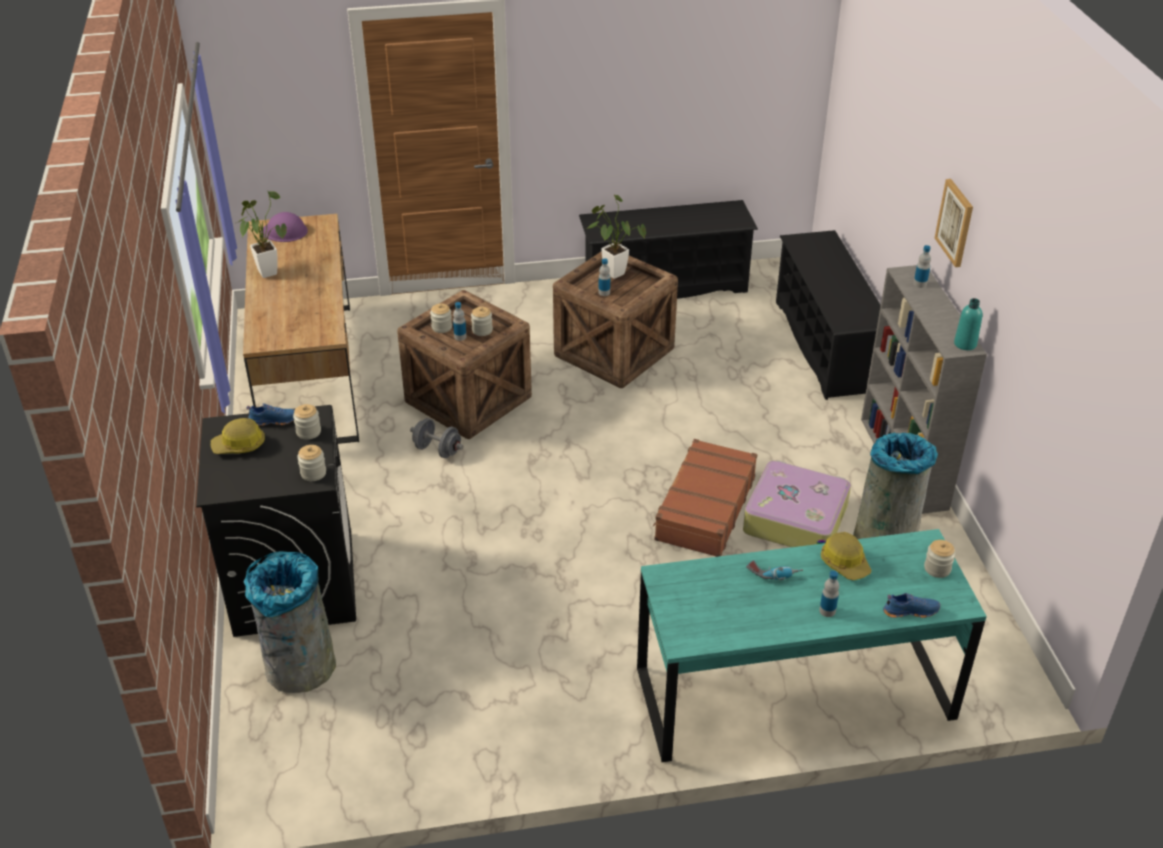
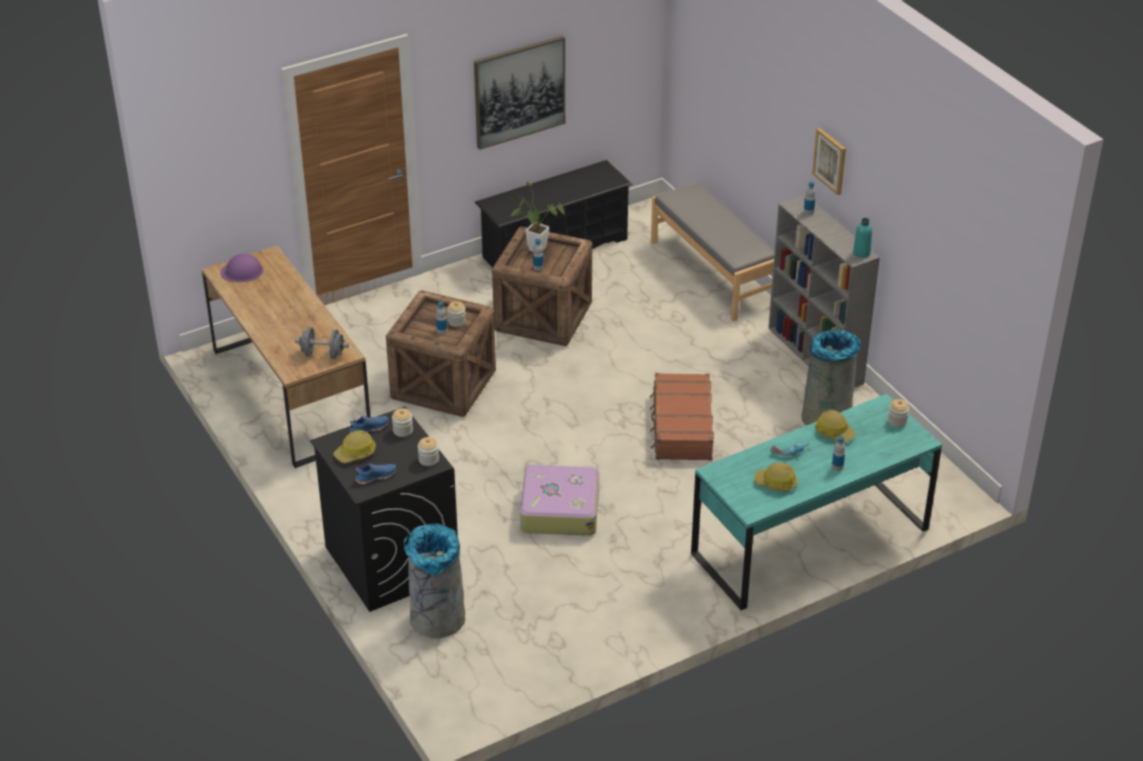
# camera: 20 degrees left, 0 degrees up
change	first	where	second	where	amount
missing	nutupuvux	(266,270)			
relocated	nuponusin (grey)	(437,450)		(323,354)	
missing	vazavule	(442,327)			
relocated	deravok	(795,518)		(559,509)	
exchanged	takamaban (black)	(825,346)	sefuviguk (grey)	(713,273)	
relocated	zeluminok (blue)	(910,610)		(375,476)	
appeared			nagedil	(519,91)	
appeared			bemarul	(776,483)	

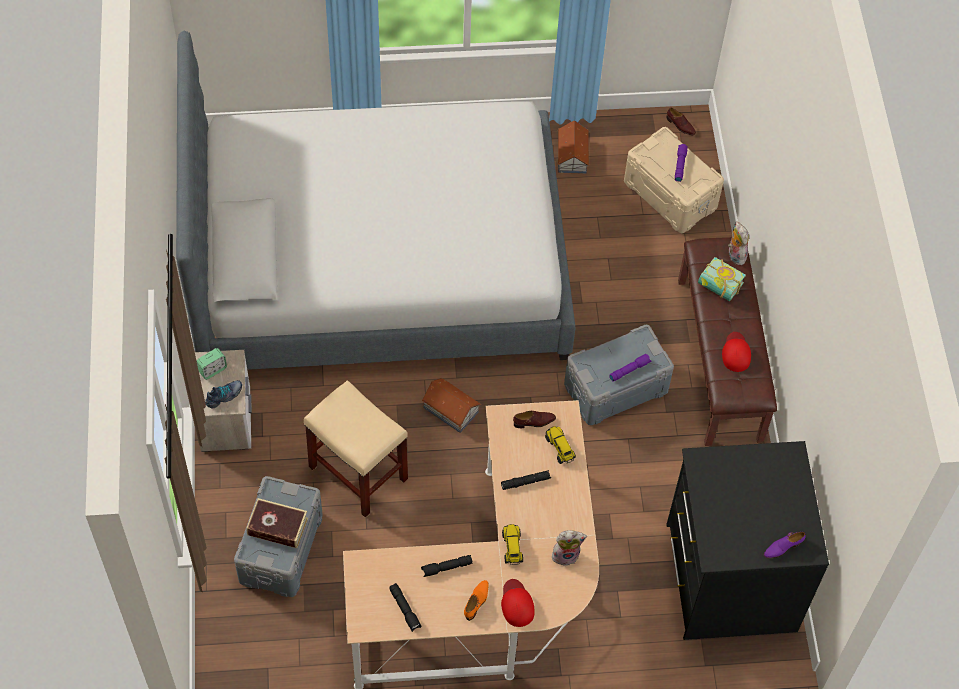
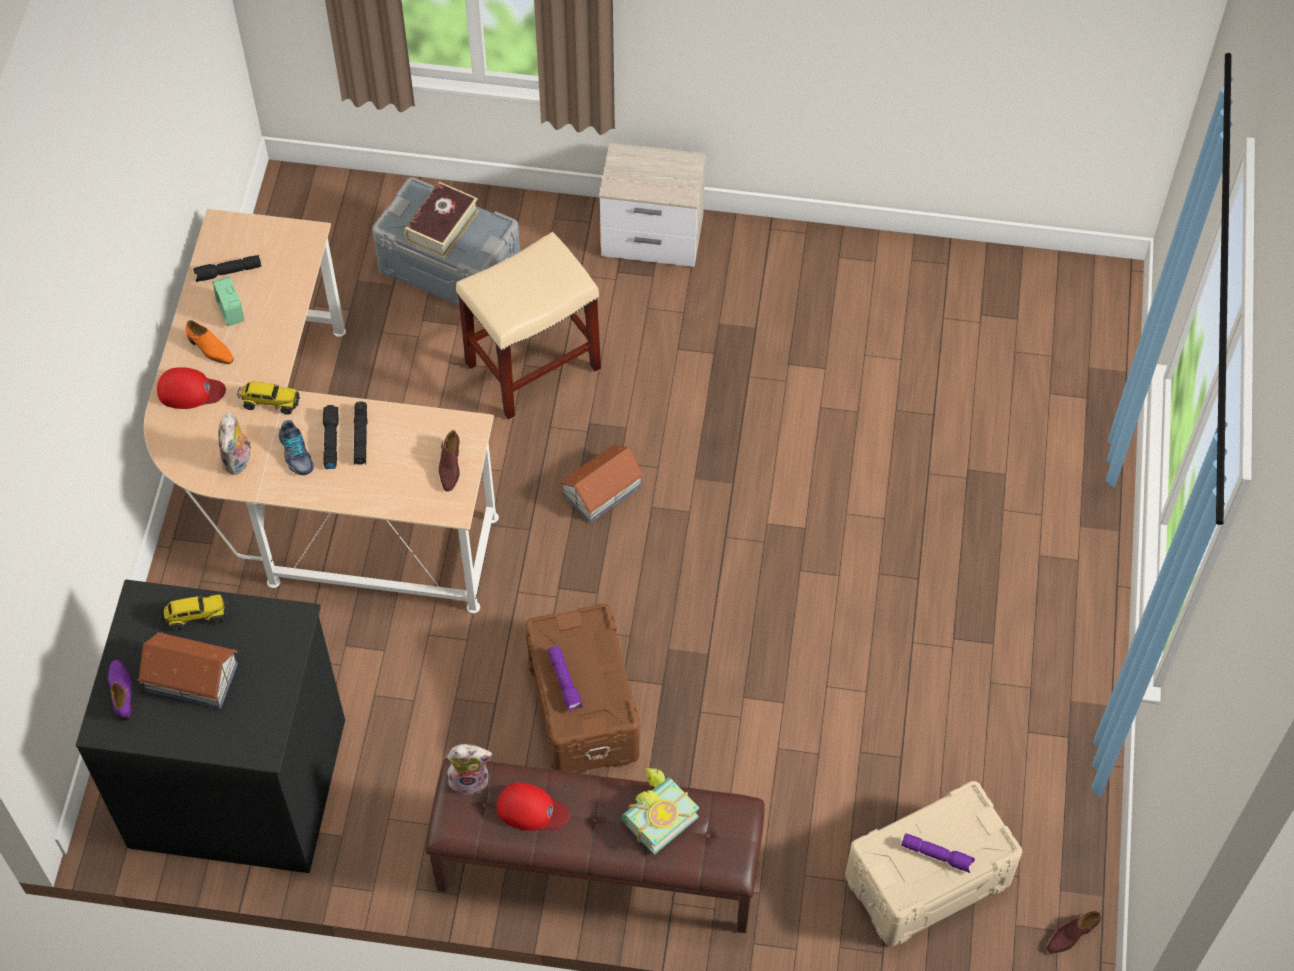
# camera: 105 degrees right, 0 degrees up
change	first	where	second	where	amount
missing	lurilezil	(379,263)			
relocated	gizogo	(212,370)		(231,311)	
relocated	zeluminok	(224,396)		(296,454)	
relocated	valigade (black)	(446,568)		(330,440)	
relocated	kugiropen	(560,448)		(196,616)	
relocated	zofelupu	(572,156)		(191,676)	
colour	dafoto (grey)	(616,389)	dafoto (brown)	(581,708)	
relocated	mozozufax	(735,255)		(470,778)	

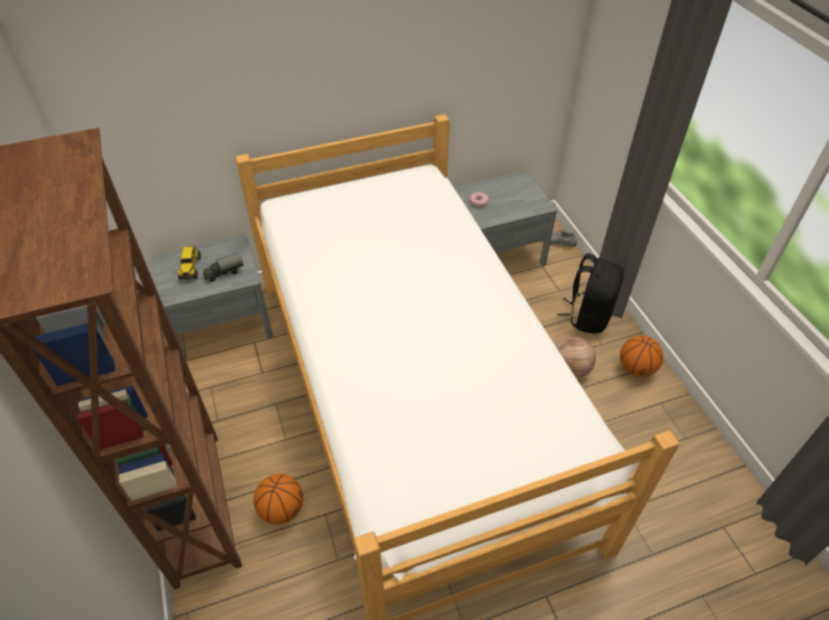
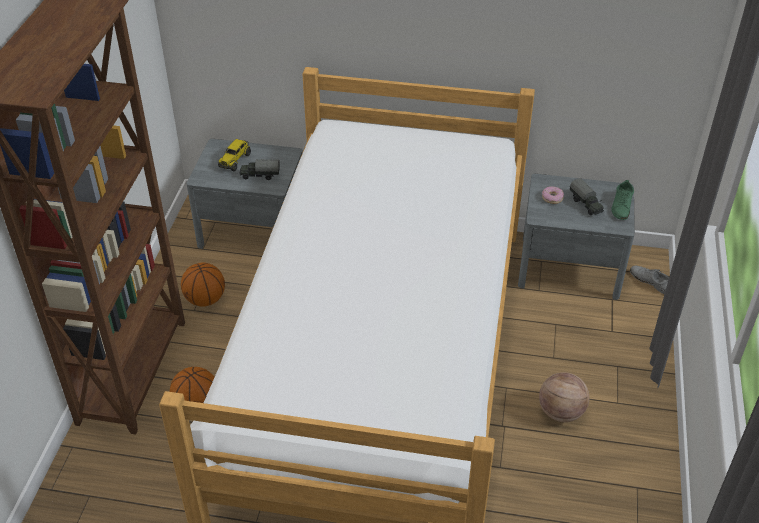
# camera: 30 degrees right, 5 degrees down
change	first	where	second	where	amount
missing	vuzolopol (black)	(587,316)			
relocated	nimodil	(636,368)		(205,300)	
appeared			kugiropen	(586,204)	
appeared			zeluminok (green)	(621,206)	

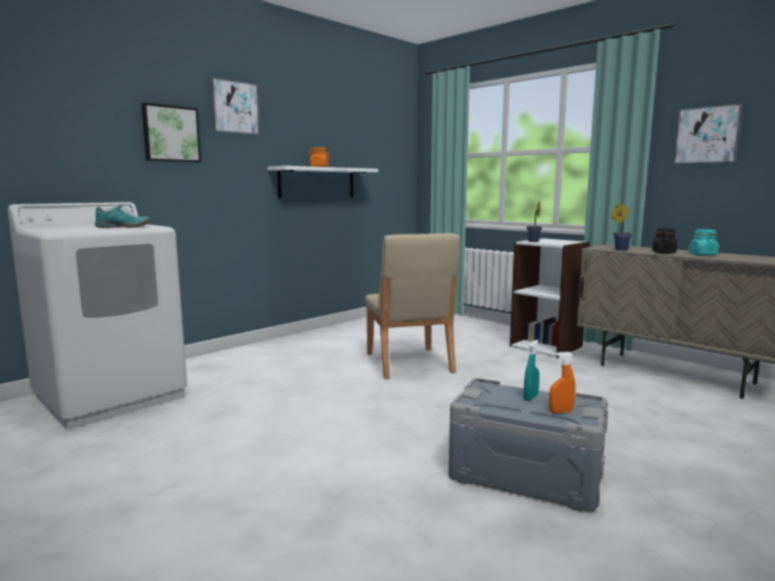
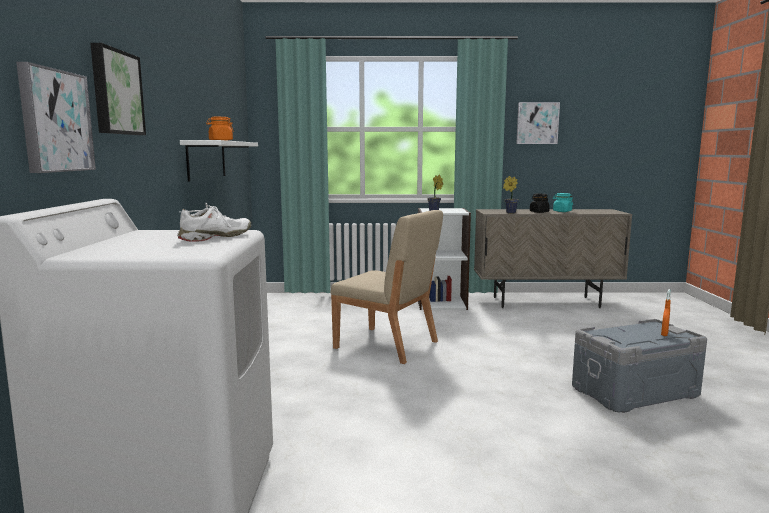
# camera: 45 degrees left, 0 degrees up
change	first	where	second	where	amount
colour	zeluminok (turquoise)	(122,227)	zeluminok (white)	(216,237)	
relocated	nagedil	(234,107)		(54,121)	
missing	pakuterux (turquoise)	(530,397)			

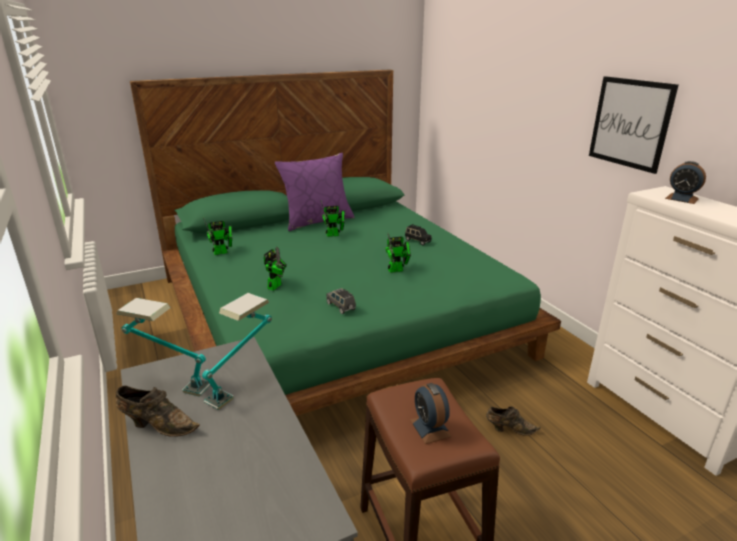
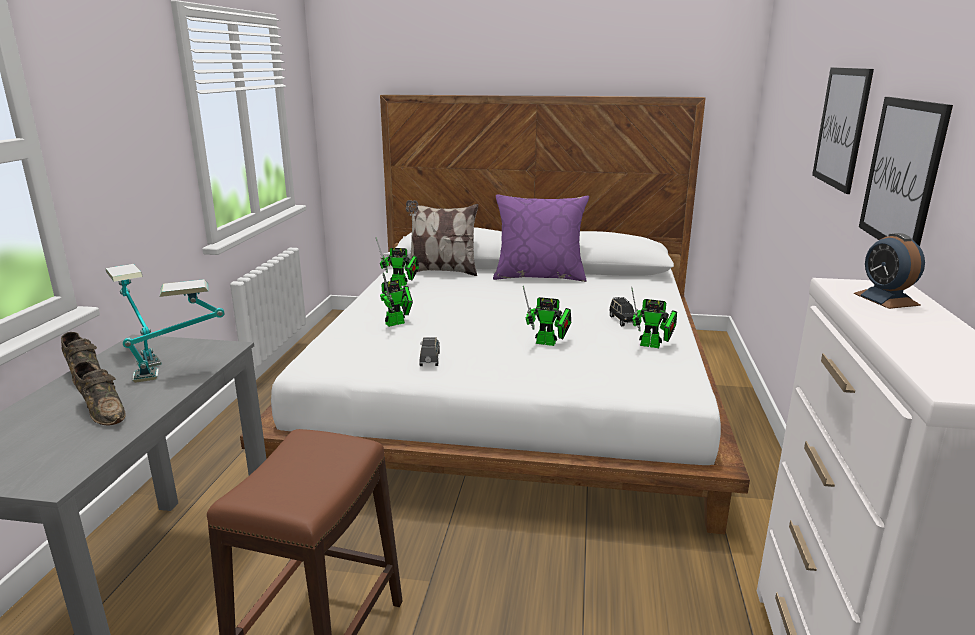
# camera: 35 degrees right, 5 degrees down
change	first	where	second	where	amount
colour	lurilezil (green)	(334,314)	lurilezil (white)	(513,392)	
relocated	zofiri	(334,235)		(653,345)	
missing	gizogo	(430,428)			
relocated	zeluminok (brown)	(509,429)		(102,411)	
appeared			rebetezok	(442,271)	
appeared			nagedil	(841,127)	

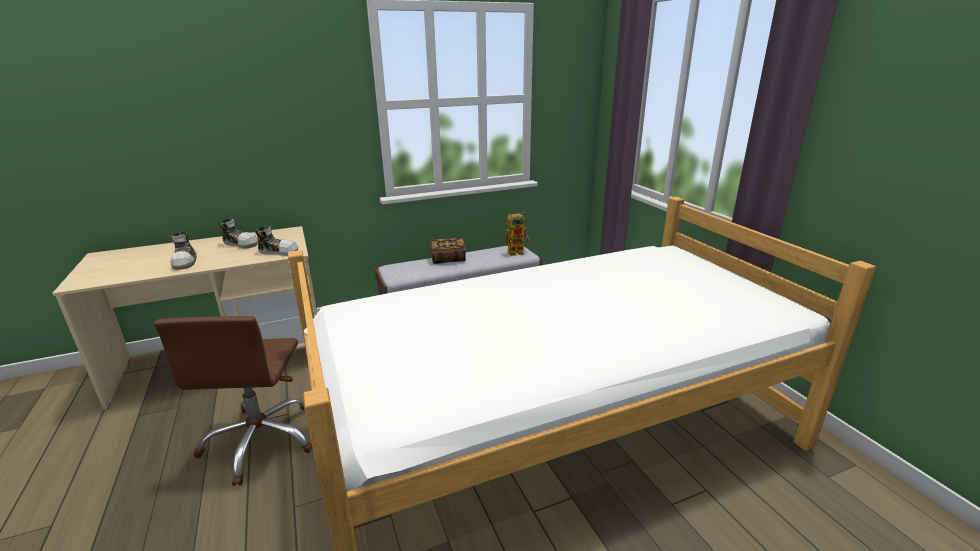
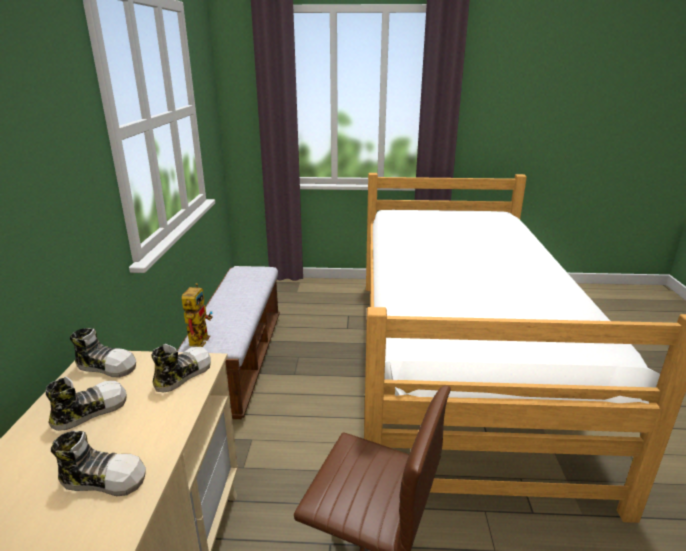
# camera: 65 degrees left, 0 degrees up
change	first	where	second	where	amount
missing	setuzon	(448,258)			
relocated	zofiri	(518,252)		(199,338)	
appeared			zeluminok	(107,366)	

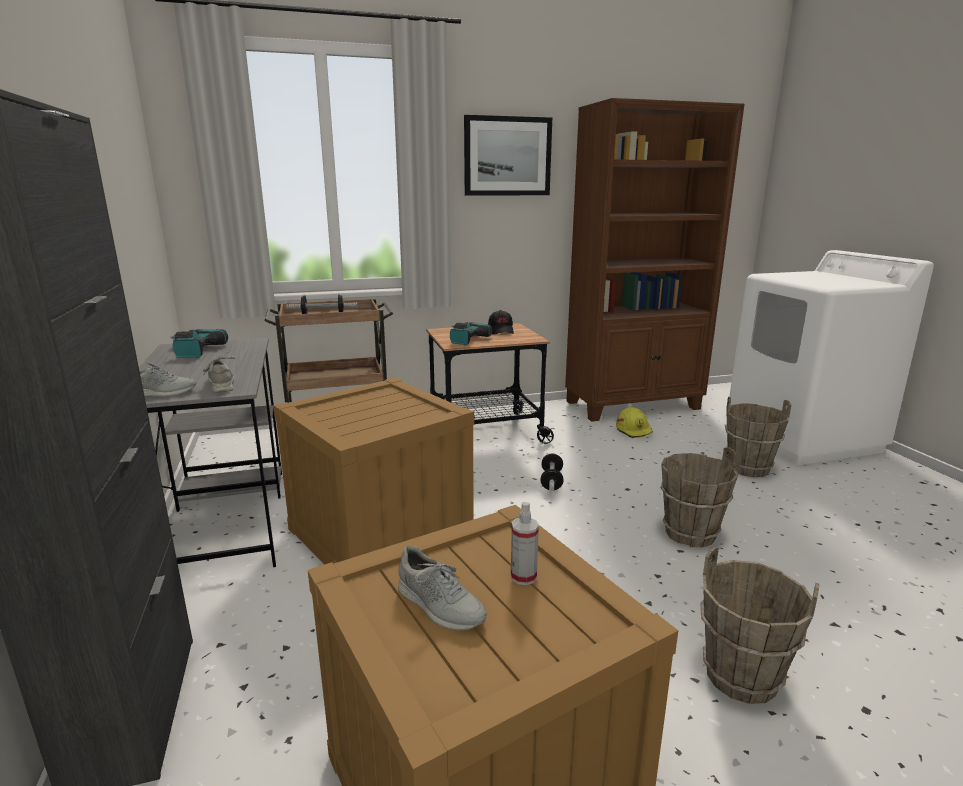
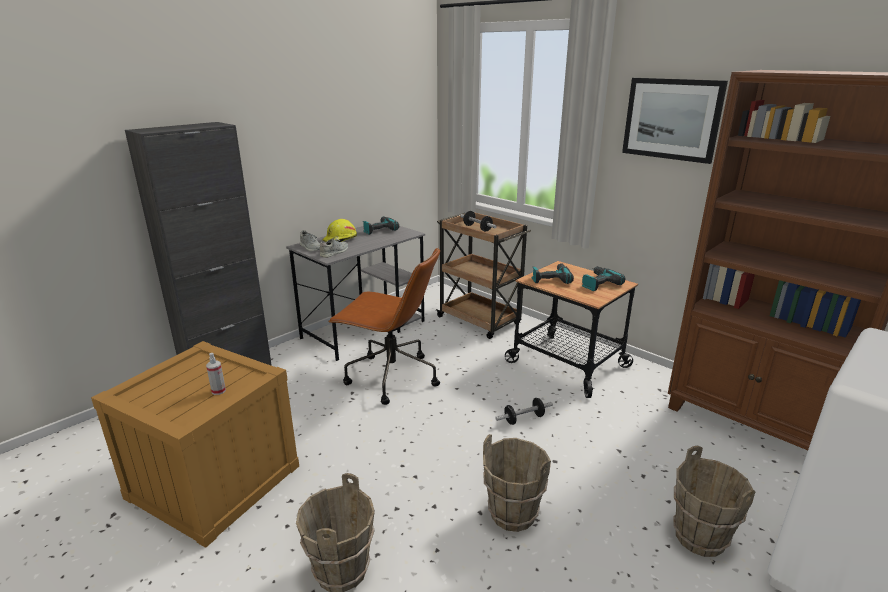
# camera: 60 degrees right, 5 degrees up
change	first	where	second	where	amount
exchanged	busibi	(381,533)	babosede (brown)	(390,377)	
missing	zeluminok (grey)	(440,606)			
exchanged	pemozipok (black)	(501,331)	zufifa	(598,283)	
relocated	bemarul (yellow)	(634,430)		(340,240)	

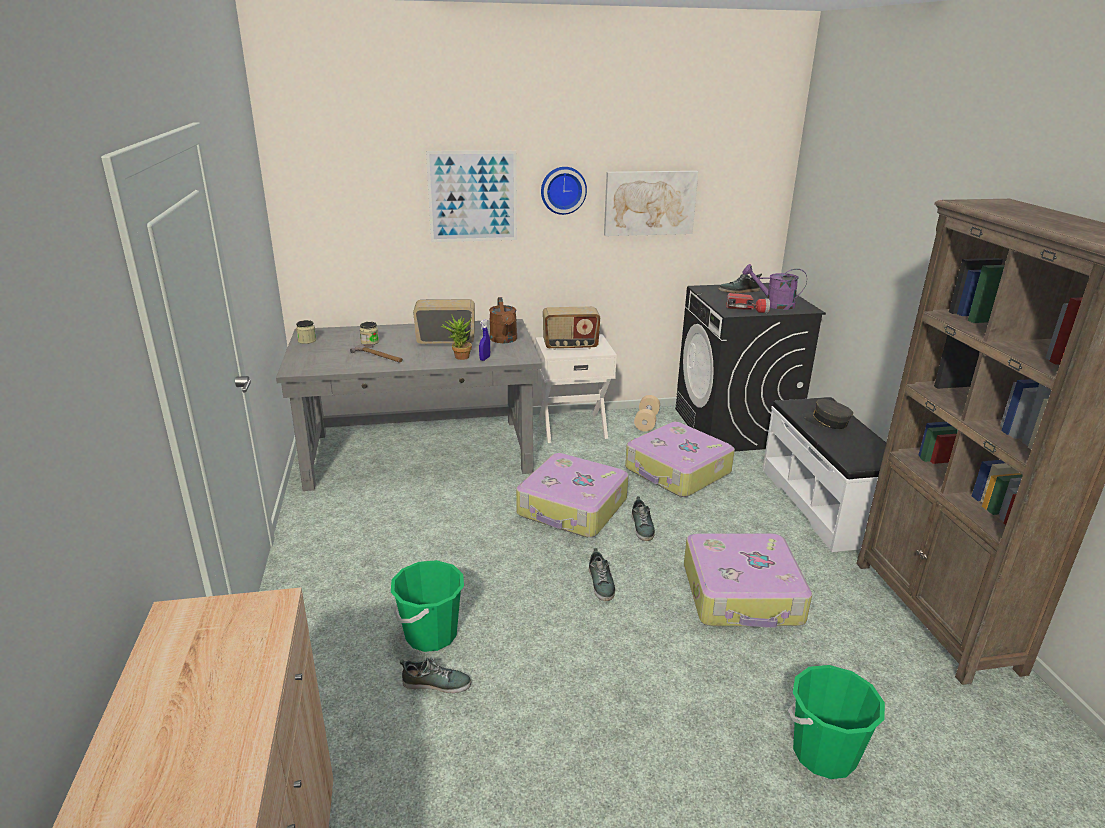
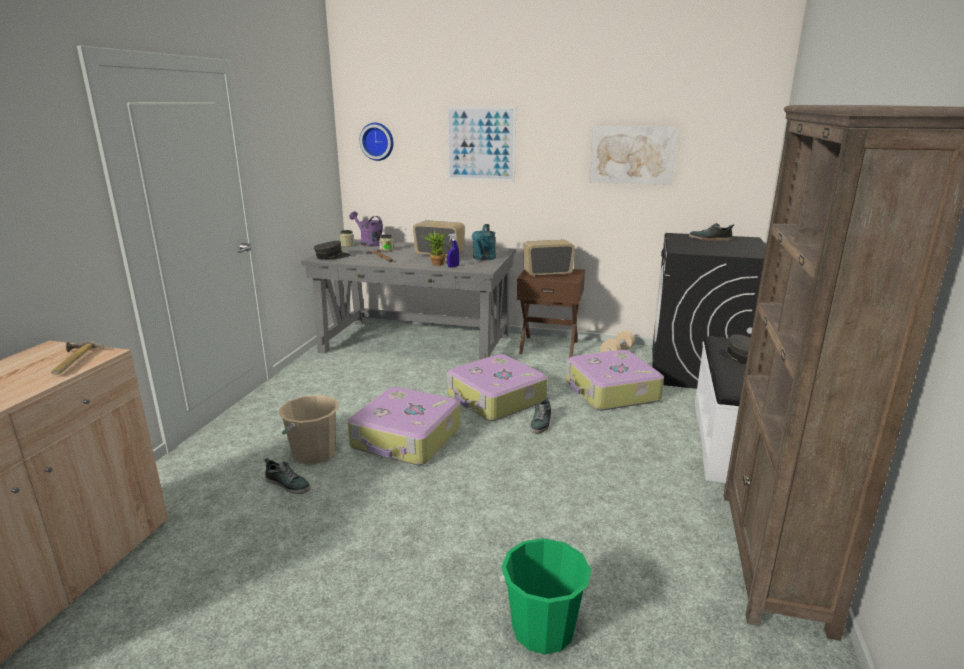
# camera: 25 degrees right, 5 degrees down
change	first	where	second	where	amount
colour	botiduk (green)	(431,634)	botiduk (beige)	(314,454)	
colour	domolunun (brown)	(504,340)	domolunun (turquoise)	(483,258)	
colour	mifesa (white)	(572,427)	mifesa (brown)	(549,346)	
relocated	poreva	(563,190)		(377,141)	
spun	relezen	(570,346)		(547,273)	150 degrees clockwise
missing	zeluminok	(601,583)			
relocated	deravok	(742,594)		(406,438)	
missing	valigade	(746,310)			
relocated	domolunun (purple)	(773,304)		(368,243)	
appeared			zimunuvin	(72,361)	
appeared			pemozipok (grey)	(332,257)	

